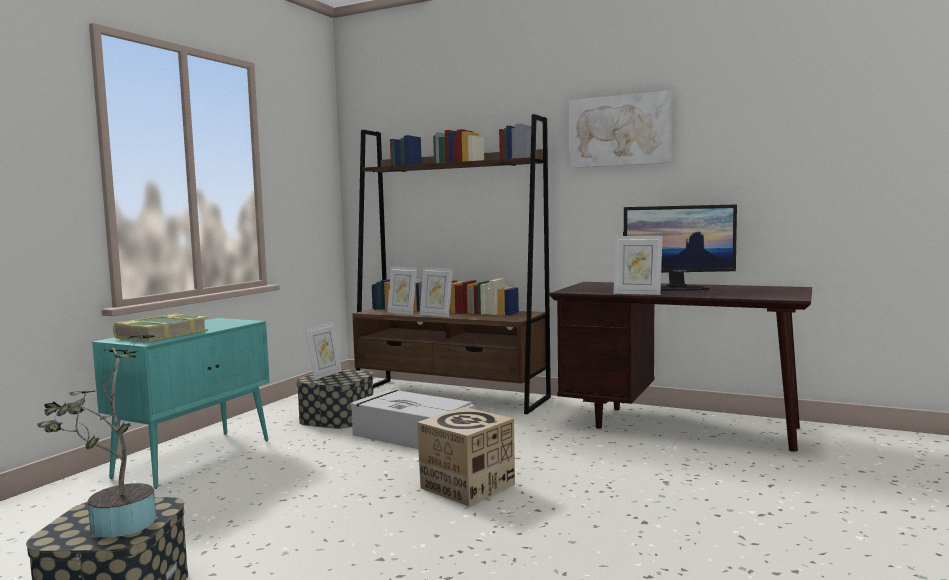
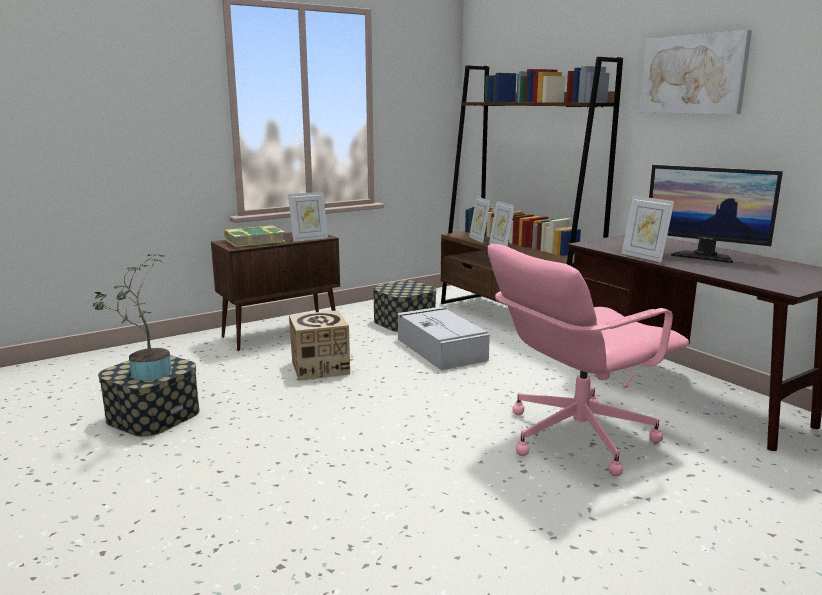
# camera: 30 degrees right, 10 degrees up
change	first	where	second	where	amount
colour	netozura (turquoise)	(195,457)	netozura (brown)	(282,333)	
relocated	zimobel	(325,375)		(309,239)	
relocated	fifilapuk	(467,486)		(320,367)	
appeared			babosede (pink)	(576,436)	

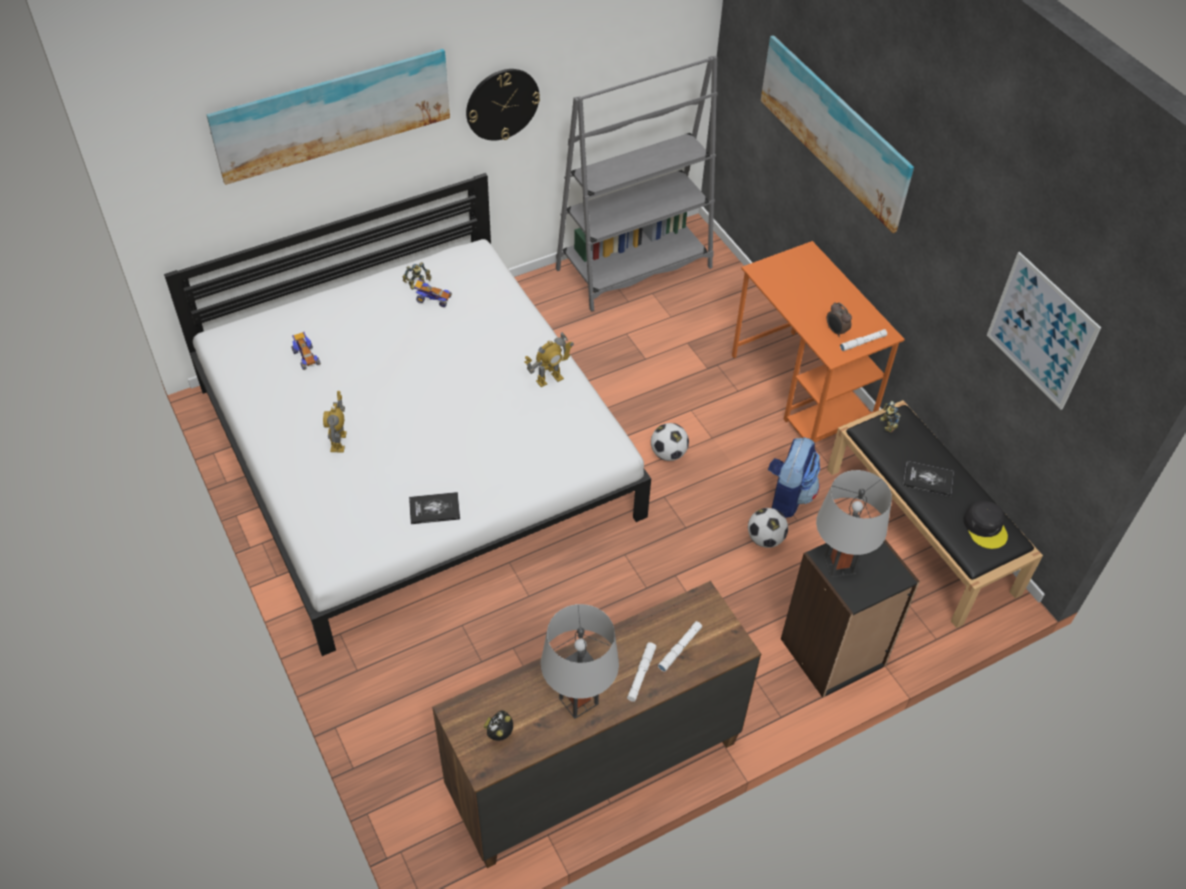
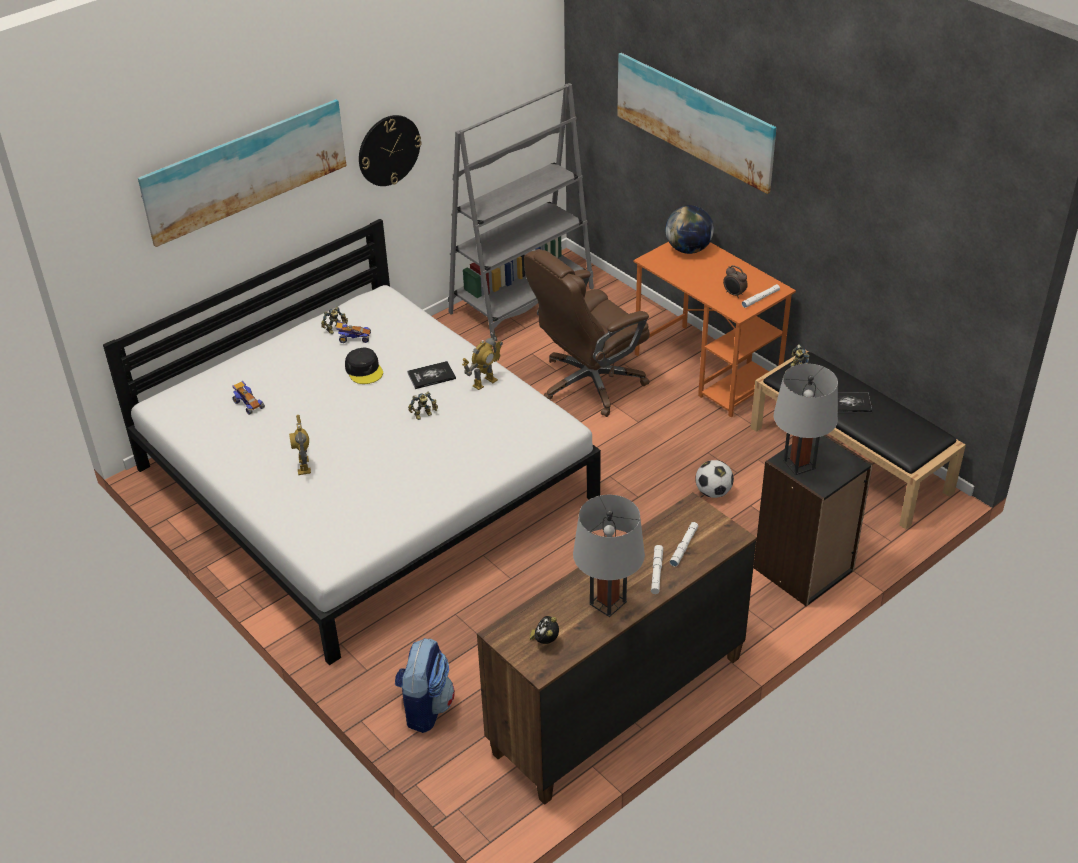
# camera: 10 degrees left, 10 degrees down
change	first	where	second	where	amount
relocated	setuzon	(434,509)		(431,376)	
missing	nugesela	(668,453)			
relocated	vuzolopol	(788,495)		(425,707)	
relocated	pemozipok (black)	(985,527)		(364,370)	
missing	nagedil	(1041,331)			
appeared			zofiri	(424,415)	
appeared			babosede (brown)	(589,383)	
appeared			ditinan	(688,249)	

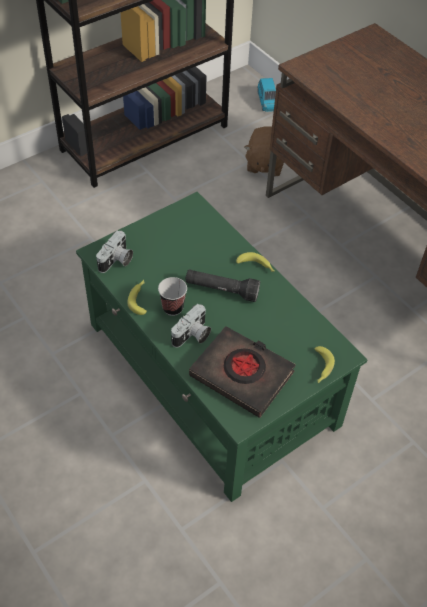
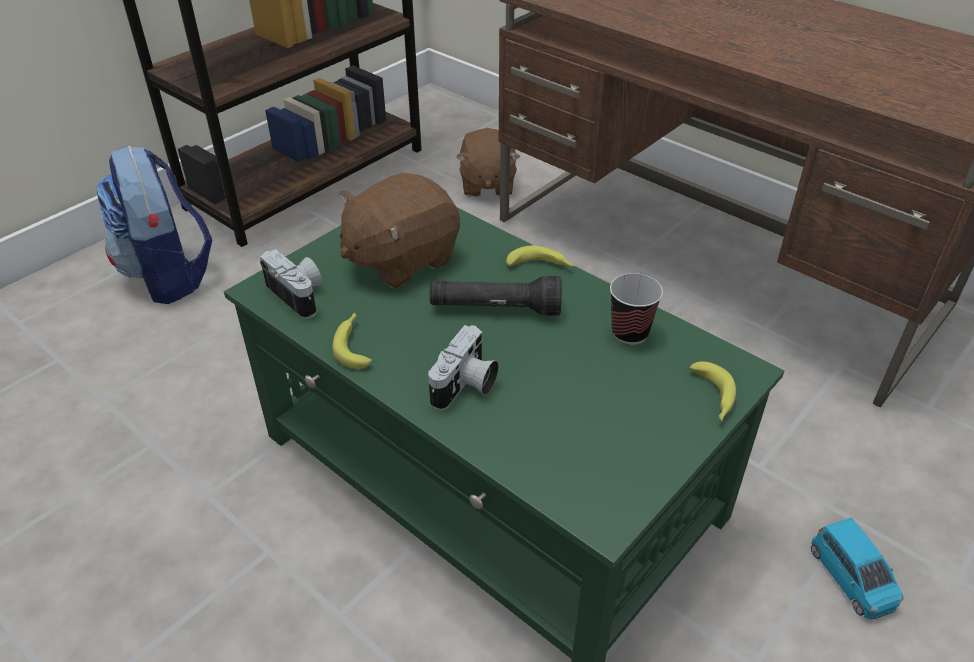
# camera: 10 degrees left, 10 degrees down
change	first	where	second	where	amount
spun	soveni	(116,261)		(300,295)	60 degrees counterclockwise
relocated	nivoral	(173,308)		(630,333)	
missing	setuzon (black)	(242,374)			
relocated	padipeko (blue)	(267,101)		(851,578)	
appeared			vuzolopol	(169,275)	
appeared			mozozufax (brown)	(400,259)	

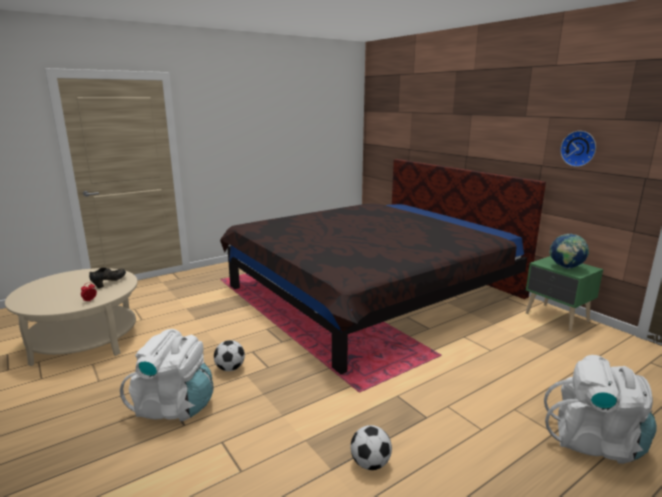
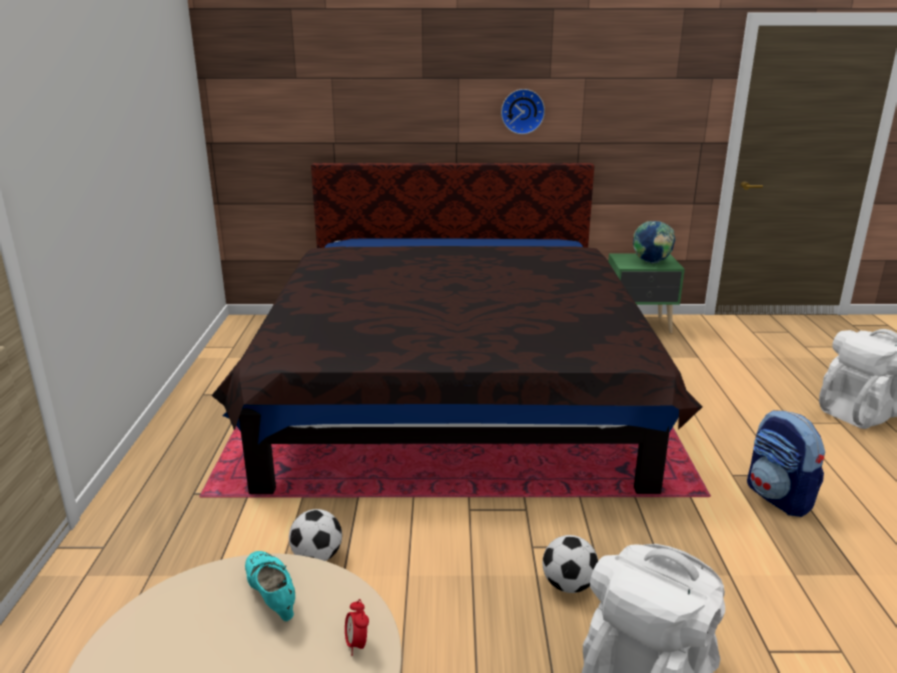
# camera: 55 degrees left, 5 degrees up
change	first	where	second	where	amount
colour	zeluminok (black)	(109,283)	zeluminok (turquoise)	(272,597)	
relocated	nugesela	(370,463)		(317,557)	
relocated	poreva	(579,148)		(522,111)	
appeared			vuzolopol	(779,498)	

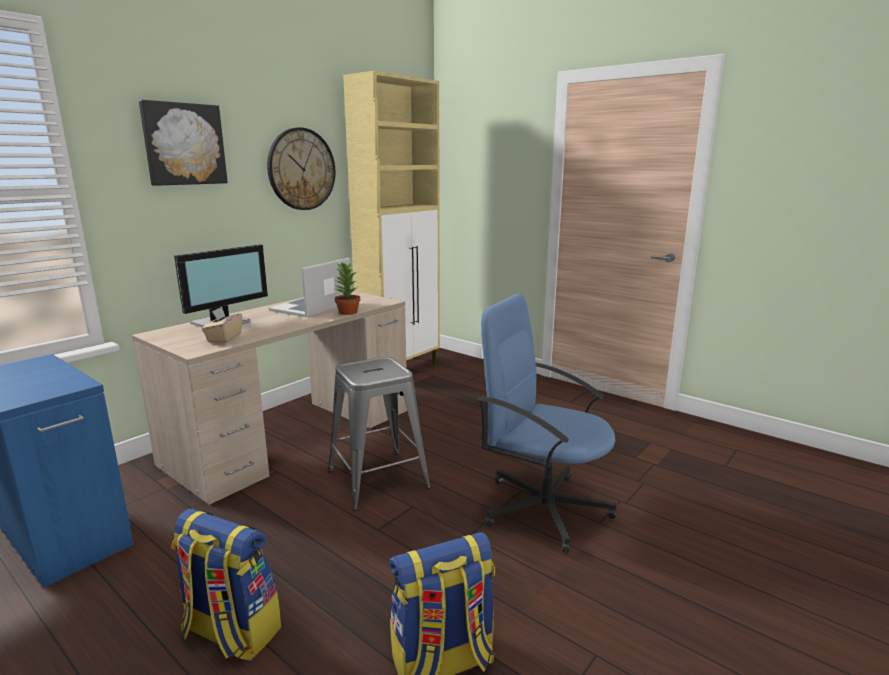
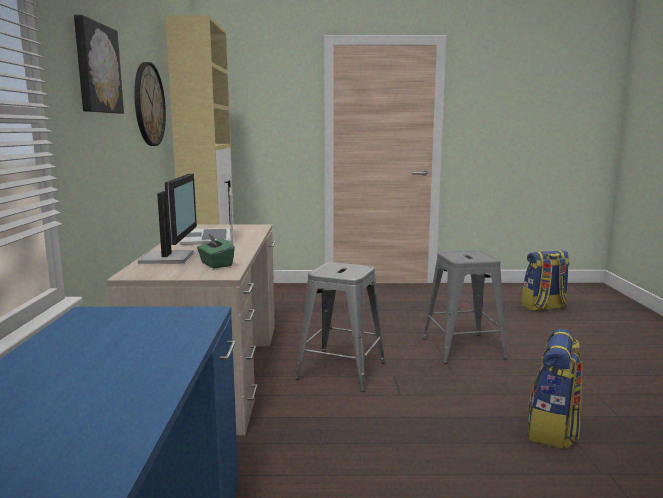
# camera: 40 degrees left, 5 degrees down
change	first	where	second	where	amount
relocated	vuzolopol	(230,632)		(544,307)	
colour	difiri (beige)	(224,338)	difiri (green)	(215,264)	
missing	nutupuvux	(347,312)			
exchanged	babosede (blue)	(543,508)	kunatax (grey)	(463,348)	

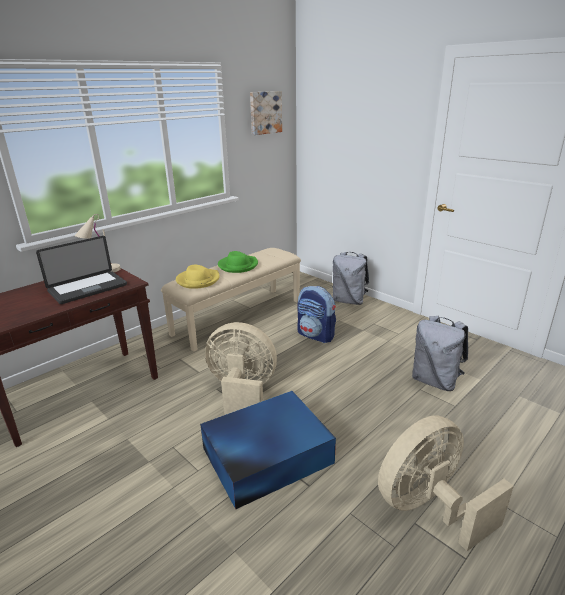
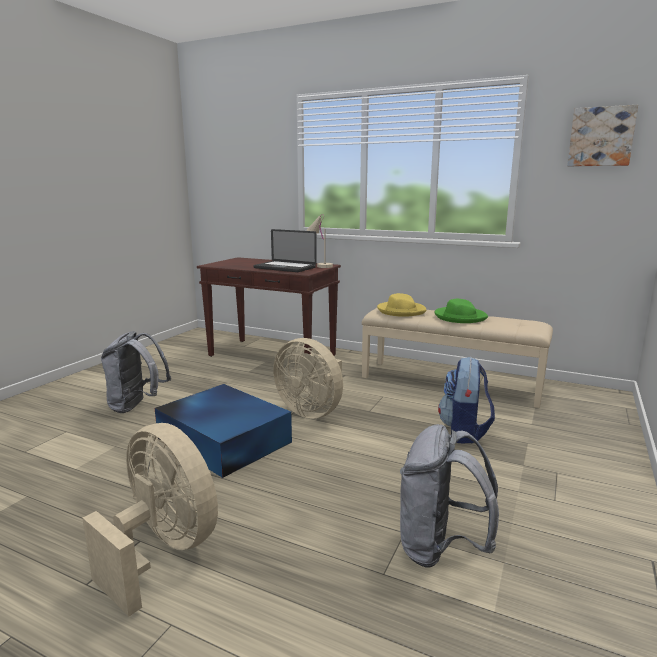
# camera: 70 degrees right, 10 degrees down
change	first	where	second	where	amount
spun	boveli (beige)	(242,392)		(312,411)	135 degrees clockwise
relocated	vuzolopol (grey)	(349,301)		(137,406)	

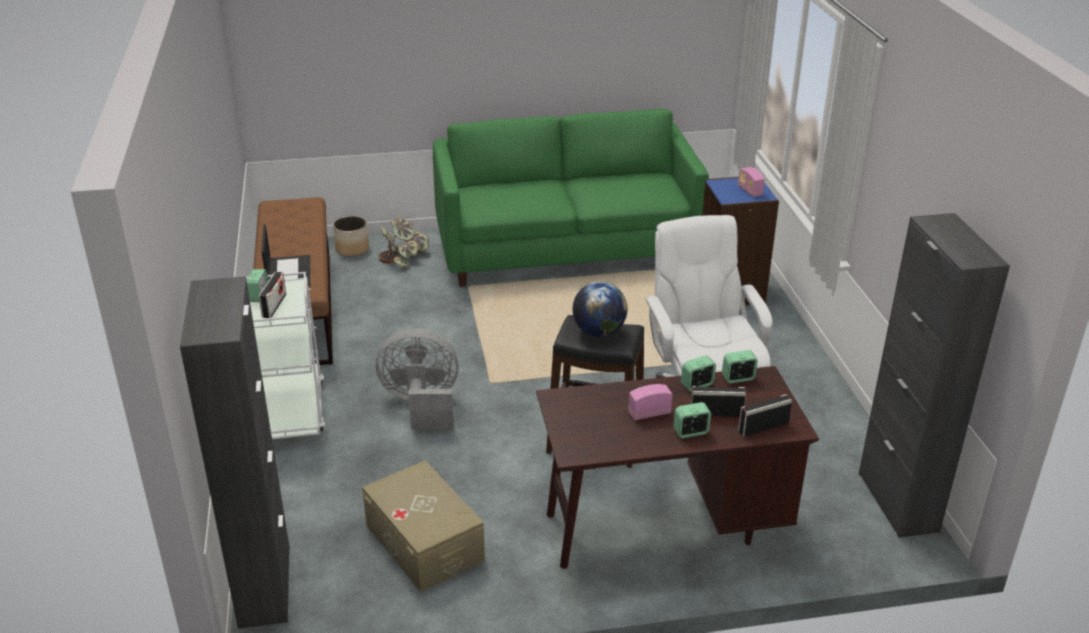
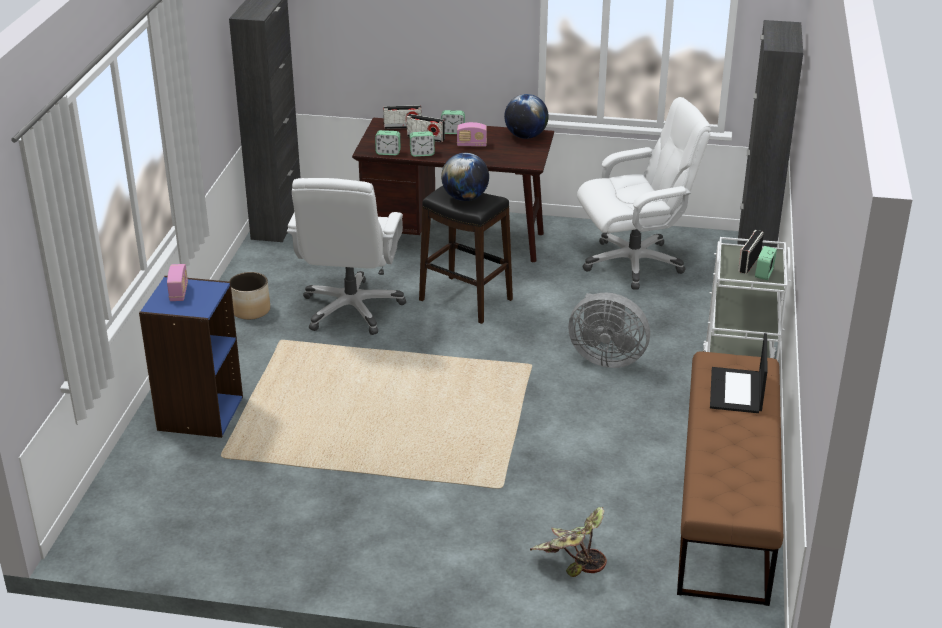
# camera: 160 degrees left, 0 degrees up
change	first	where	second	where	amount
relocated	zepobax	(352,249)		(250,310)	
exchanged	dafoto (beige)	(424,542)	babosede (white)	(634,263)	
missing	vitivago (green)	(566,248)			
appeared			ditinan	(525,136)	

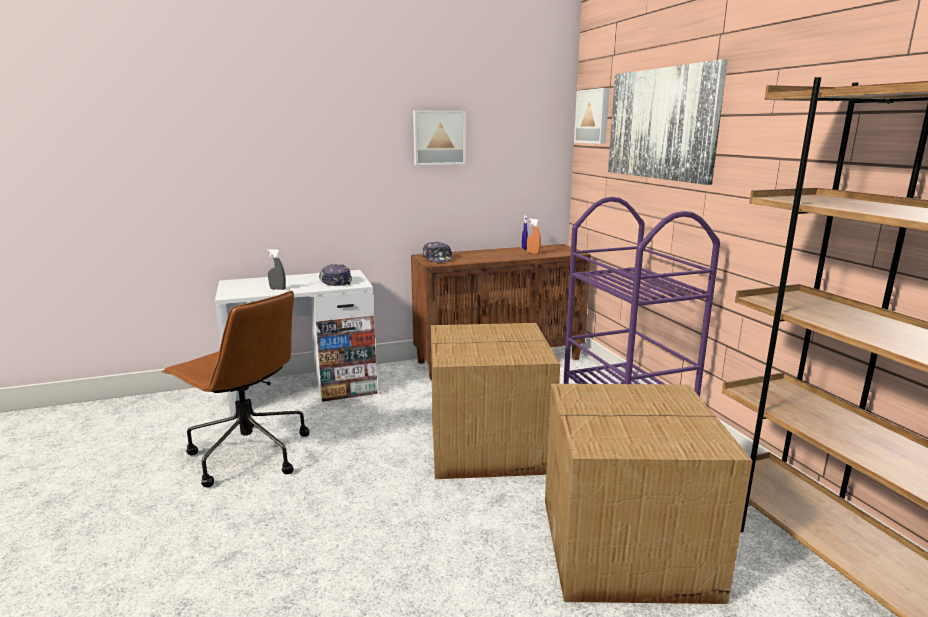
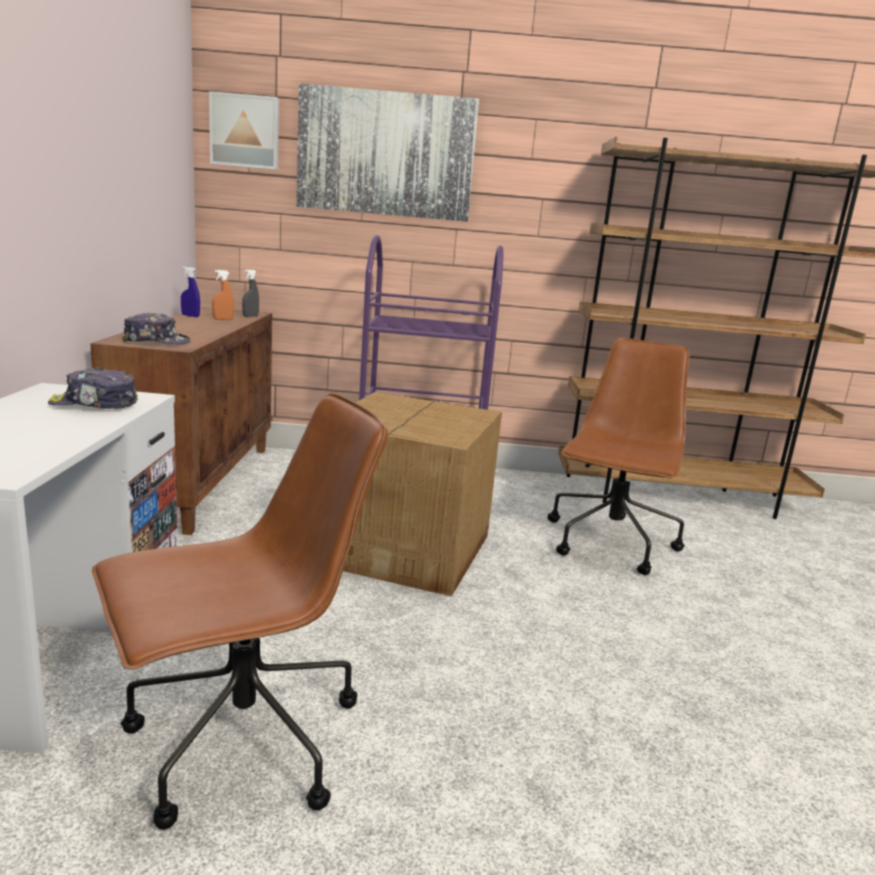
# camera: 70 degrees left, 0 degrees up
change	first	where	second	where	amount
relocated	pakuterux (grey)	(277,289)		(250,316)	
missing	nagedil	(438,137)			
exchanged	fifilapuk	(628,548)	babosede (brown)	(610,543)	

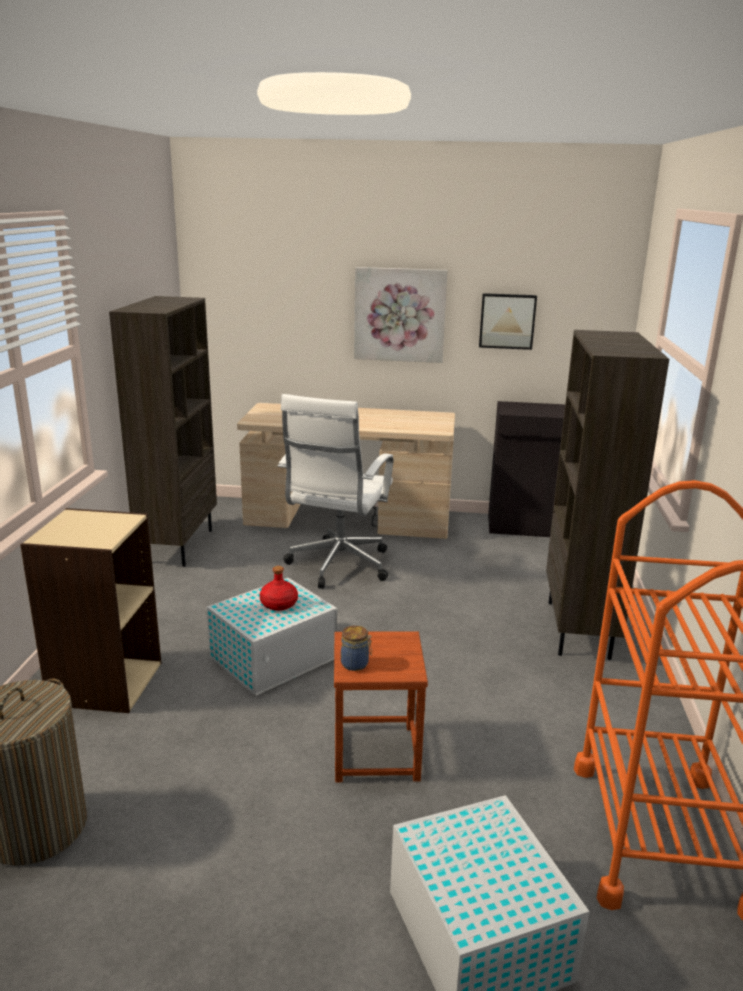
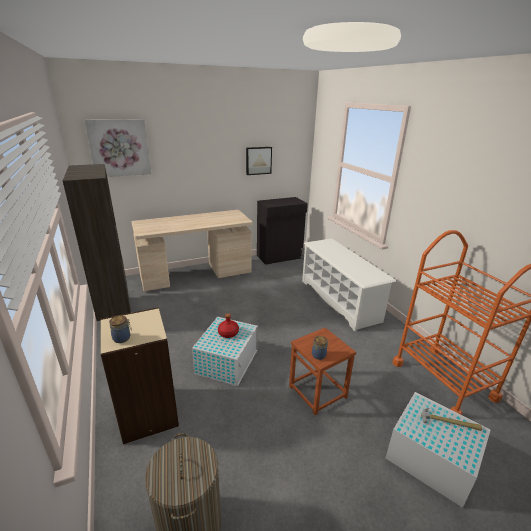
# camera: 30 degrees left, 5 degrees up
change	first	where	second	where	amount
missing	babosede (white)	(337,567)			
relocated	nagedil	(399,314)		(119,148)	
exchanged	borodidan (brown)	(579,630)	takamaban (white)	(339,300)	
appeared			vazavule	(122,338)	
appeared			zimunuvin	(449,422)	

